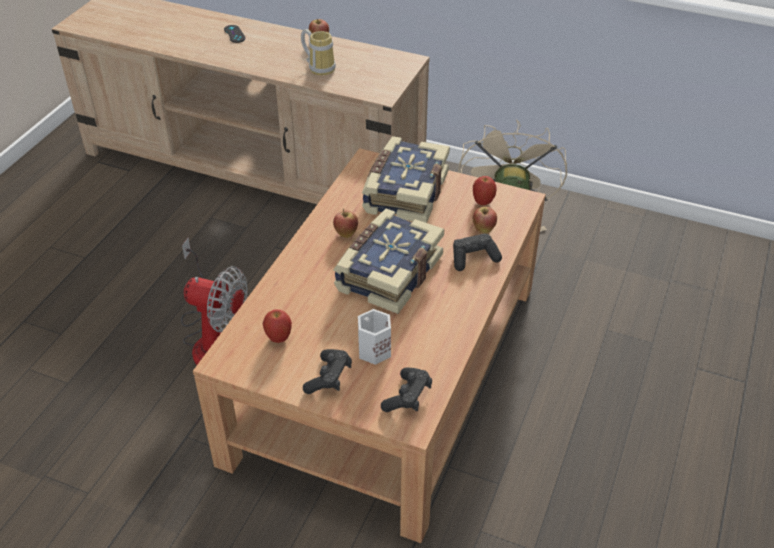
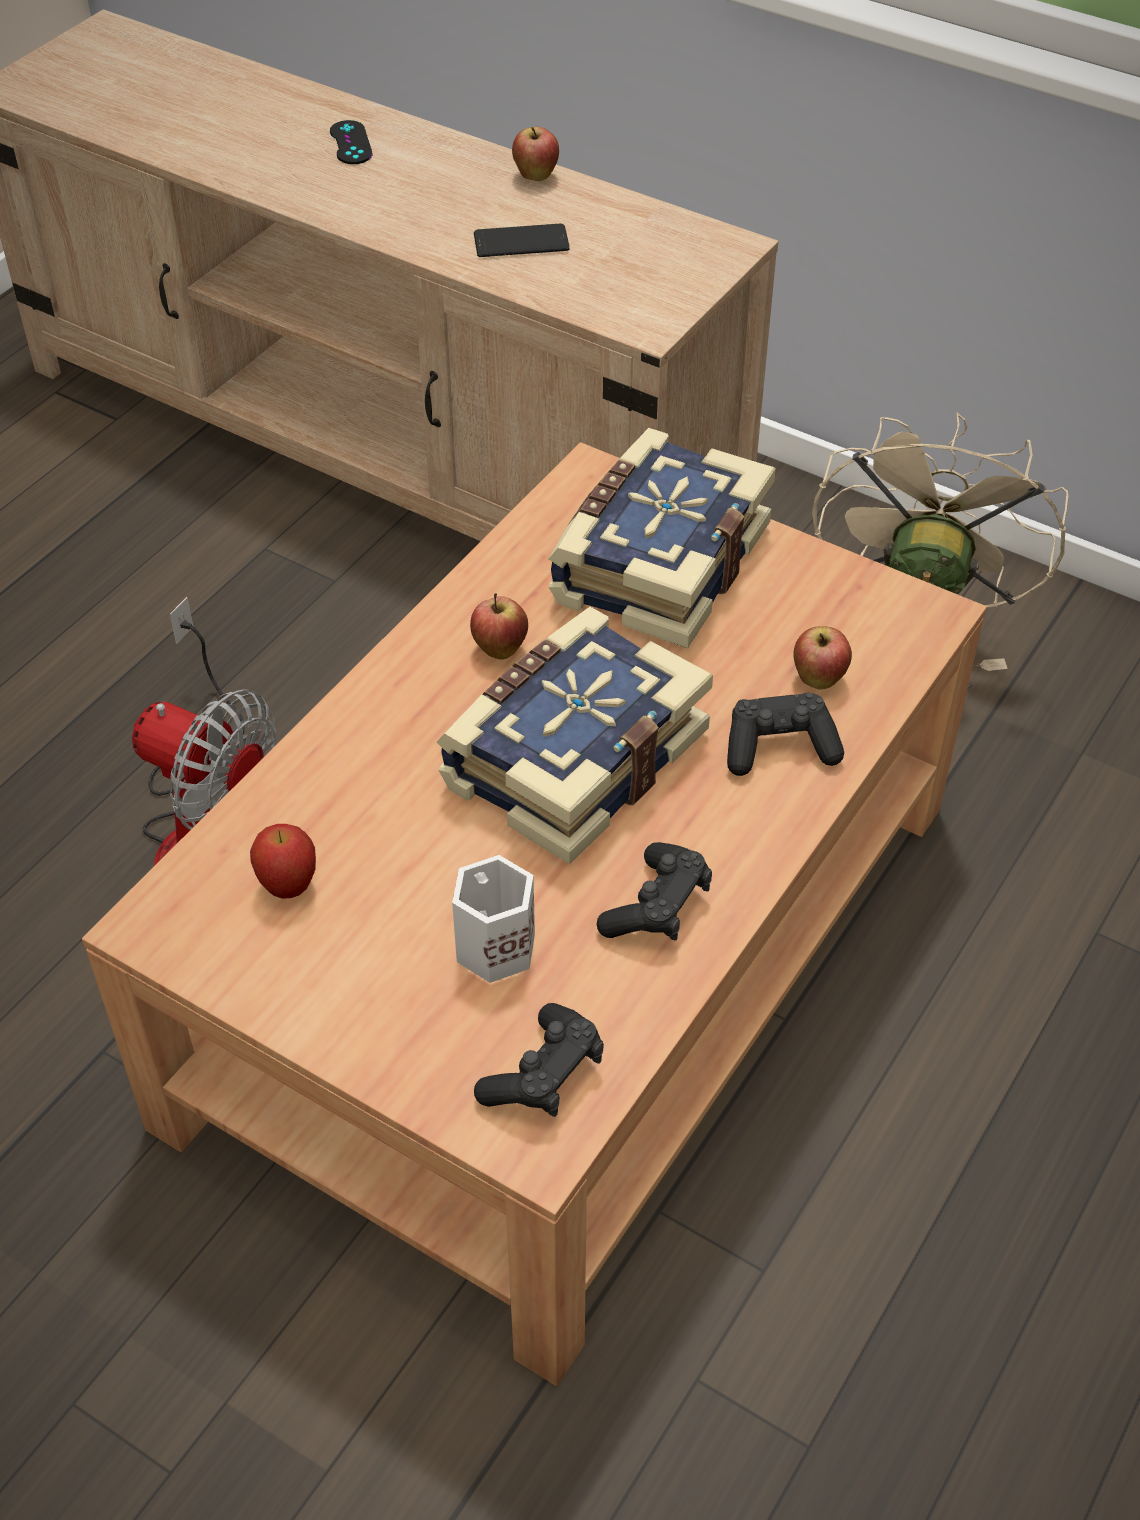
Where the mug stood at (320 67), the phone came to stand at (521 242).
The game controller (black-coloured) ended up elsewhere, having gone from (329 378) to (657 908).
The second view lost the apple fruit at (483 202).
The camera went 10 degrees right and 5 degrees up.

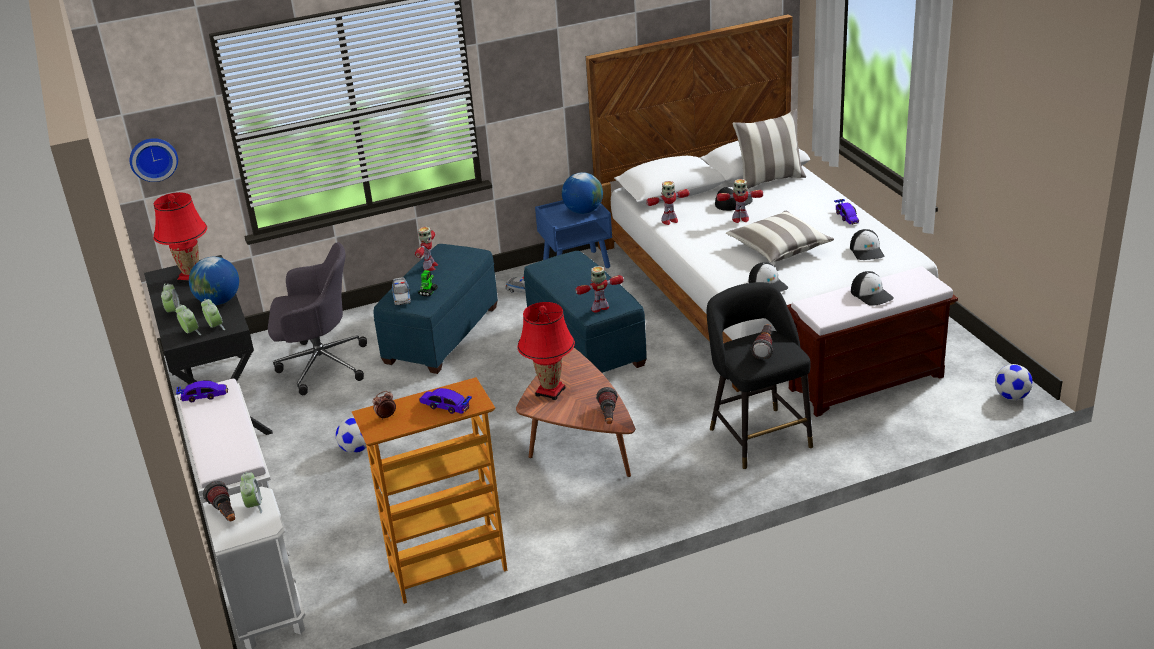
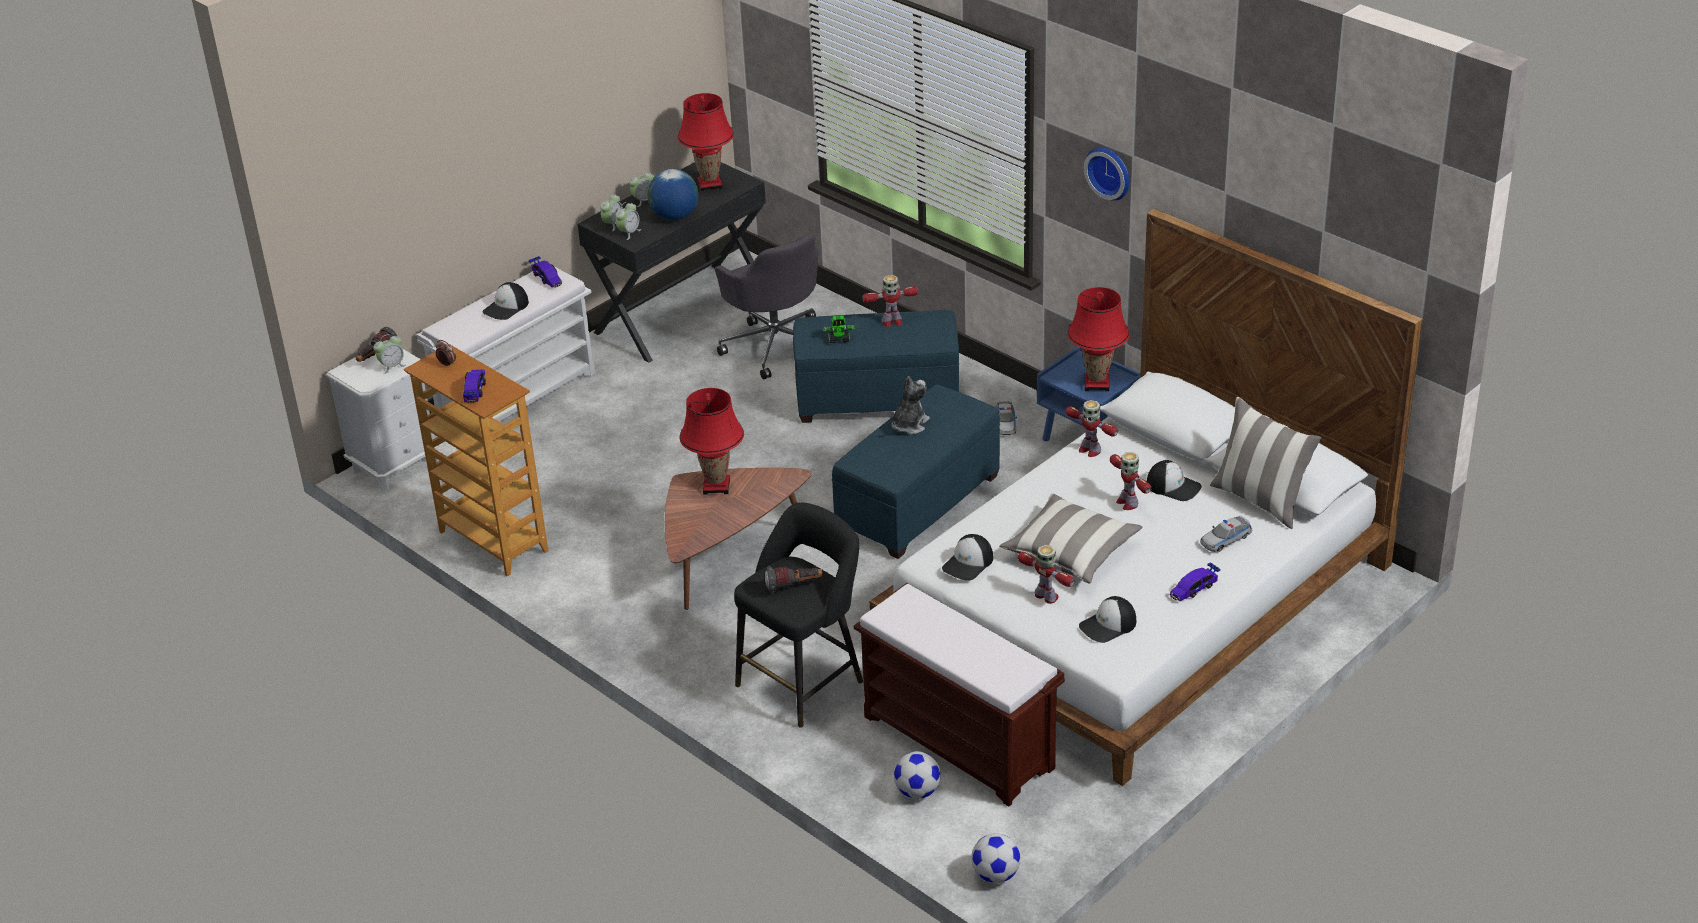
The wall clock ended up elsewhere, having gone from (153 158) to (1110 171).
The football ended up elsewhere, having gone from (356 449) to (918 791).
The model car ended up elsewhere, having gone from (401 296) to (1225 539).
Where the world globe stood at (583 211), the table lamp (red) came to stand at (1097 384).
The robot figure ended up elsewhere, having gone from (600 308) to (1046 597).
The second view lost the flashlight at (608 417).
The baseball cap ended up elsewhere, having gone from (871 294) to (506 307).
The second view gained the cuddly toy at (909 425).
The camera went 65 degrees right and 5 degrees up.

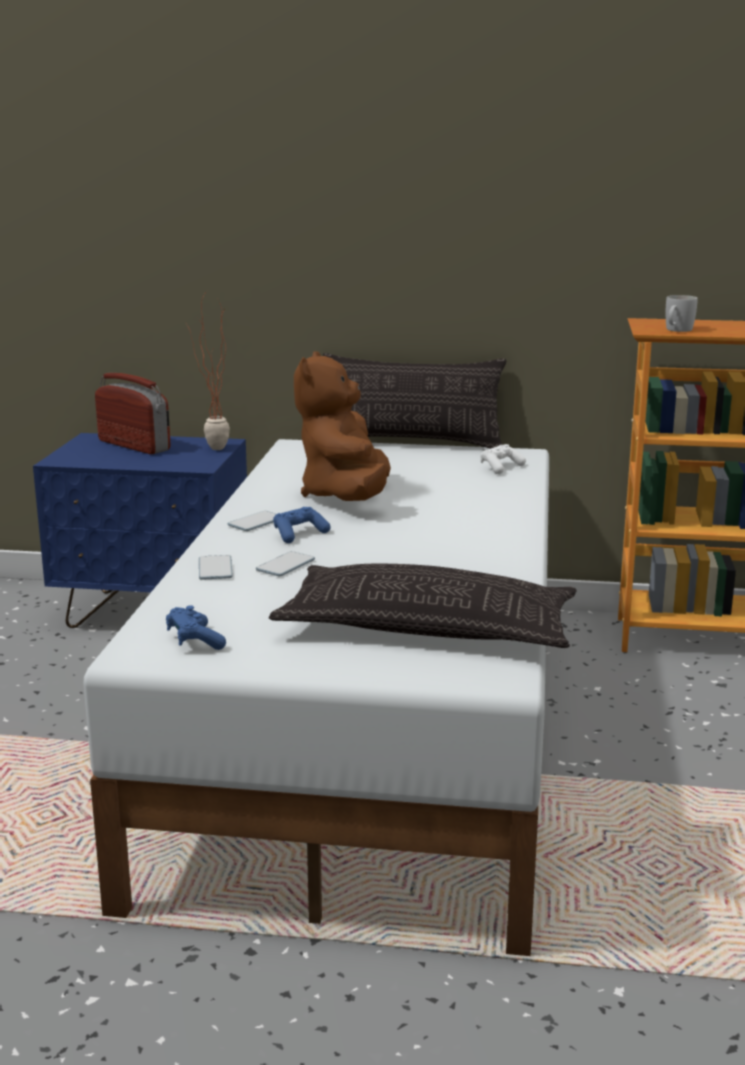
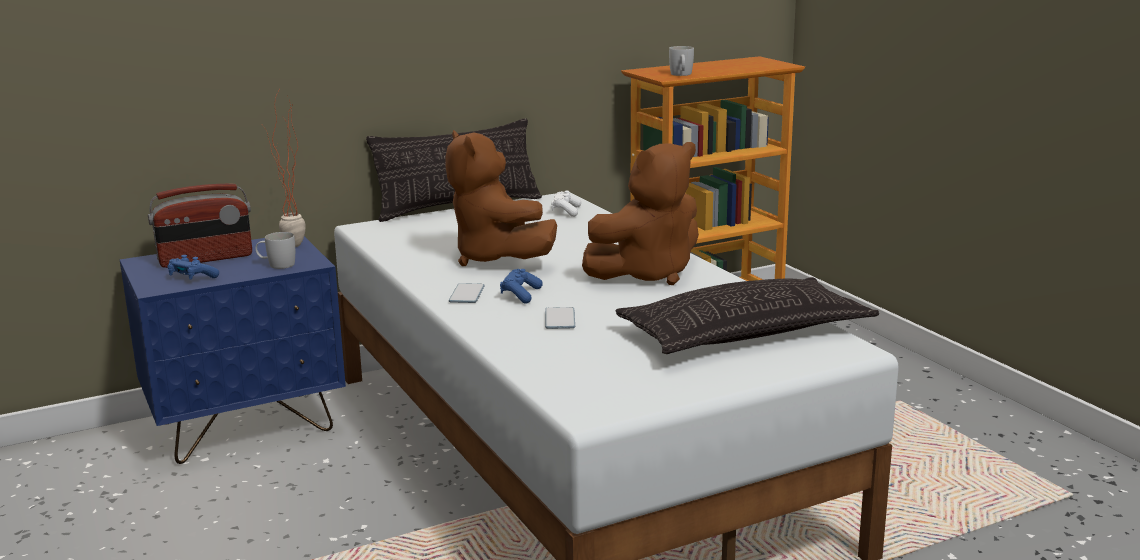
The radio receiver at (134 445) ended up facing another way, 150 degrees clockwise from before.
The game controller (blue-coloured) ended up elsewhere, having gone from (194 641) to (192 278).
The second view lost the phone at (215 569).
The second view gained the mug (white) at (276 265).
The second view gained the cuddly toy (brown-coloured) at (647 274).
The camera went 35 degrees left and 0 degrees up.

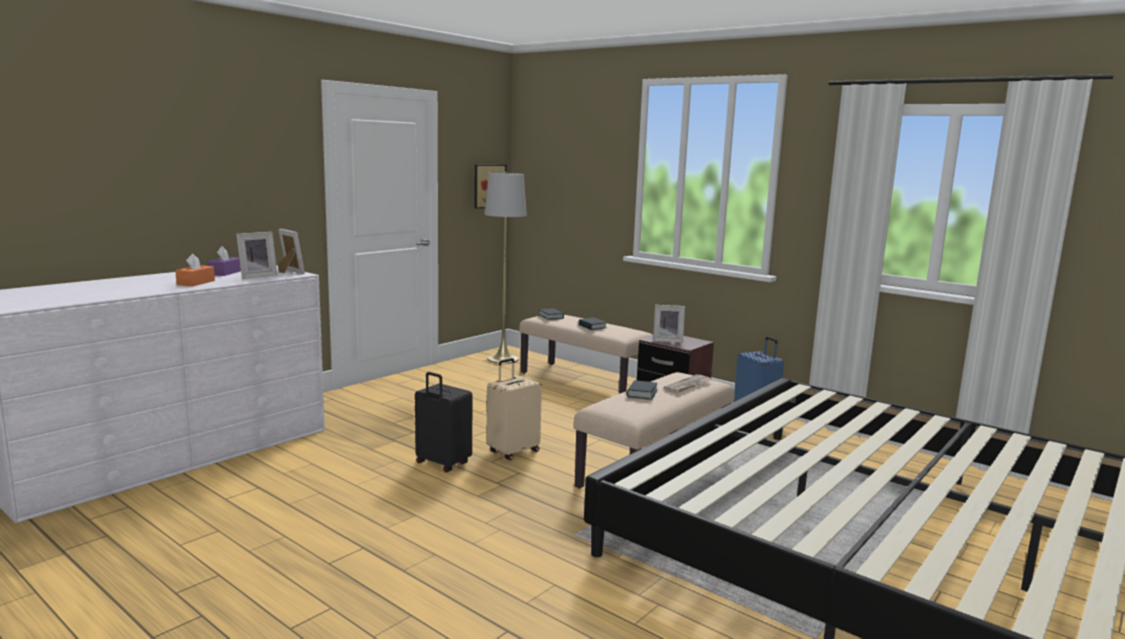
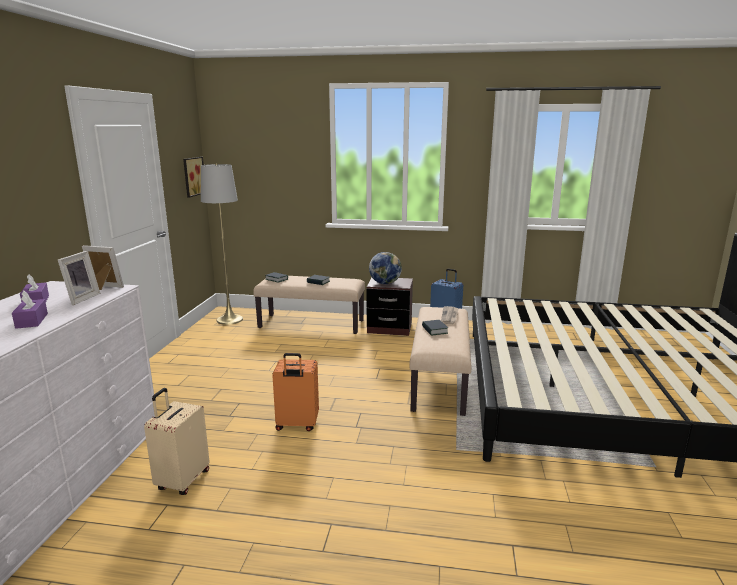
What was the tissue holder (orange-coloured) at (196 283) turned into the tissue holder (purplish) at (32 321).
What was the travel case (black-coloured) at (442 464) turned into the travel case (orange-coloured) at (297 425).
The travel case (beige-coloured) ended up elsewhere, having gone from (513 451) to (182 480).
Where the picture frame stood at (667 340), the world globe came to stand at (385 283).
The camera went 30 degrees left and 5 degrees up.

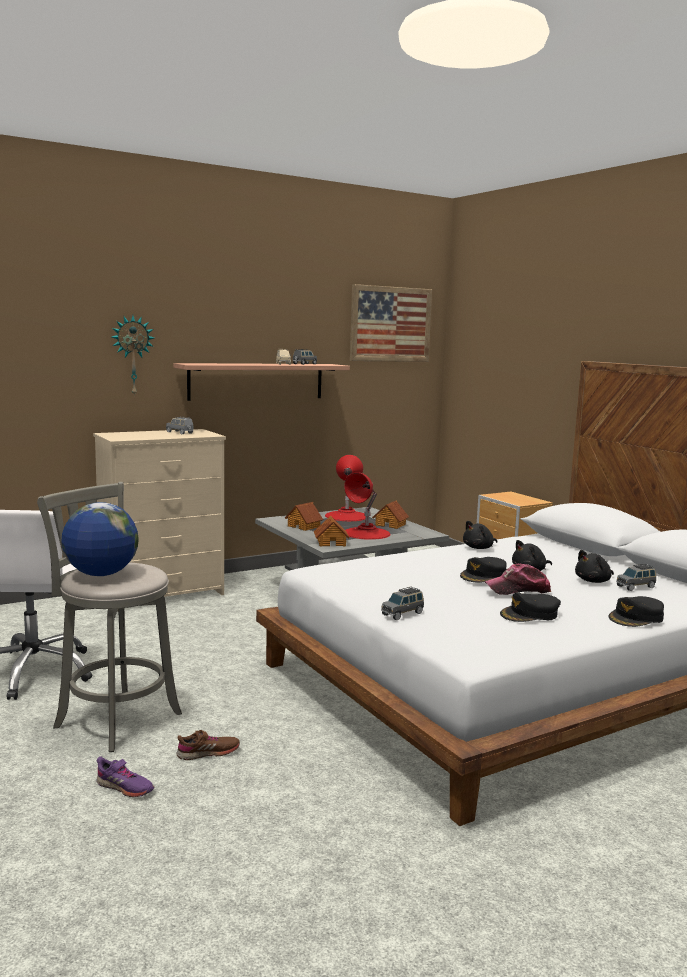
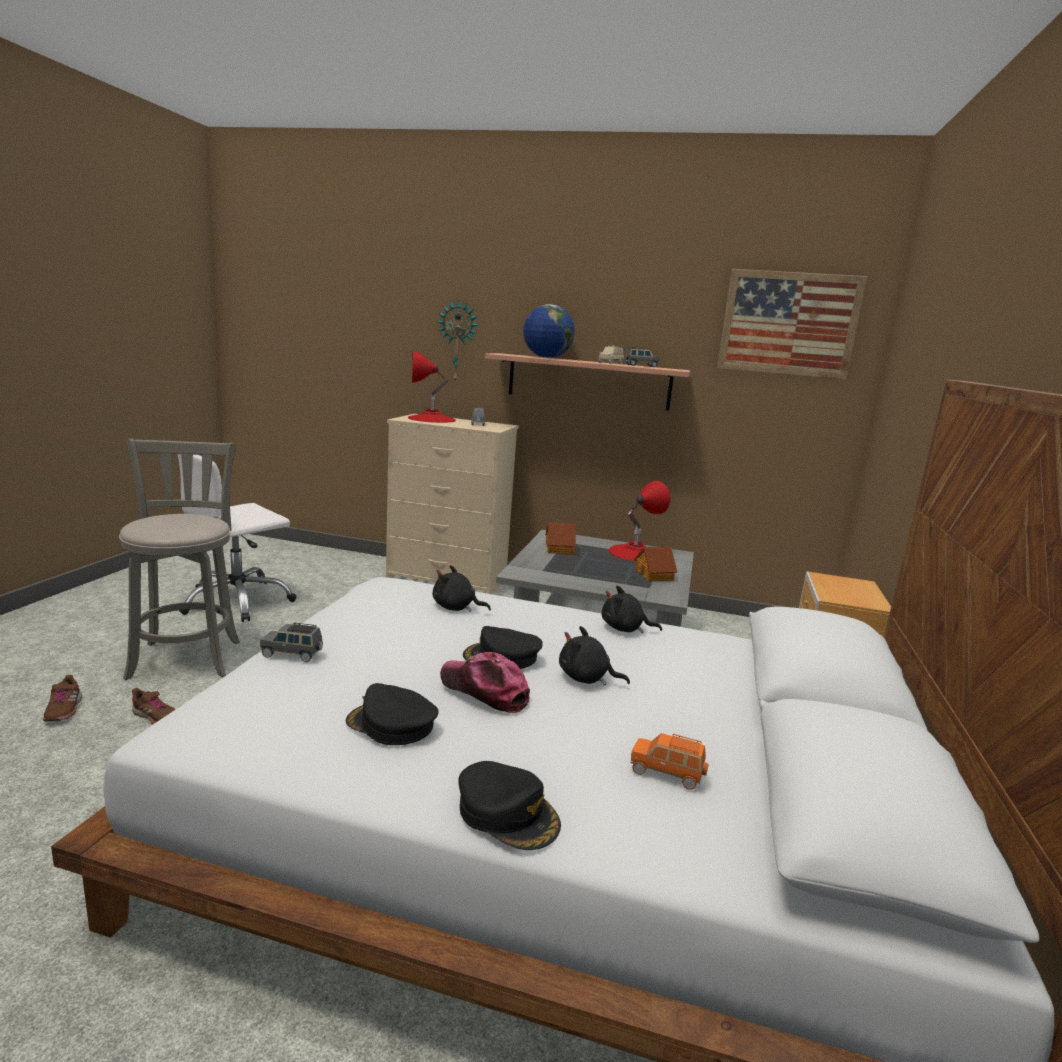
The world globe ended up elsewhere, having gone from (101 574) to (546 357).
What was the item of footwear (purplish) at (124 788) turned into the item of footwear (brown-coloured) at (63 709).
The second view lost the model house at (331 543).
The table lamp (red) ended up elsewhere, having gone from (366 533) to (431 419).
The cuddly toy (black-coloured) ended up elsewhere, having gone from (594 581) to (456 608).
The baseball cap (black-coloured) at (636 618) ended up facing another way, 150 degrees counterclockwise from before.
What was the model car (greyish) at (636 587) turned into the model car (orange-coloured) at (667 773).
The camera went 45 degrees right and 5 degrees up.

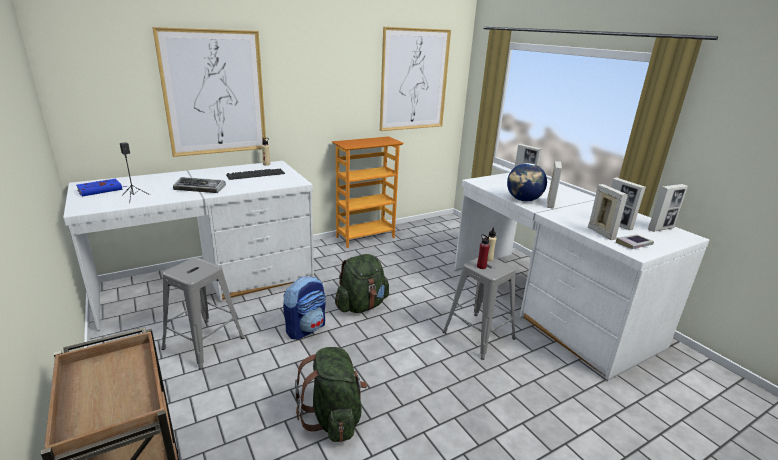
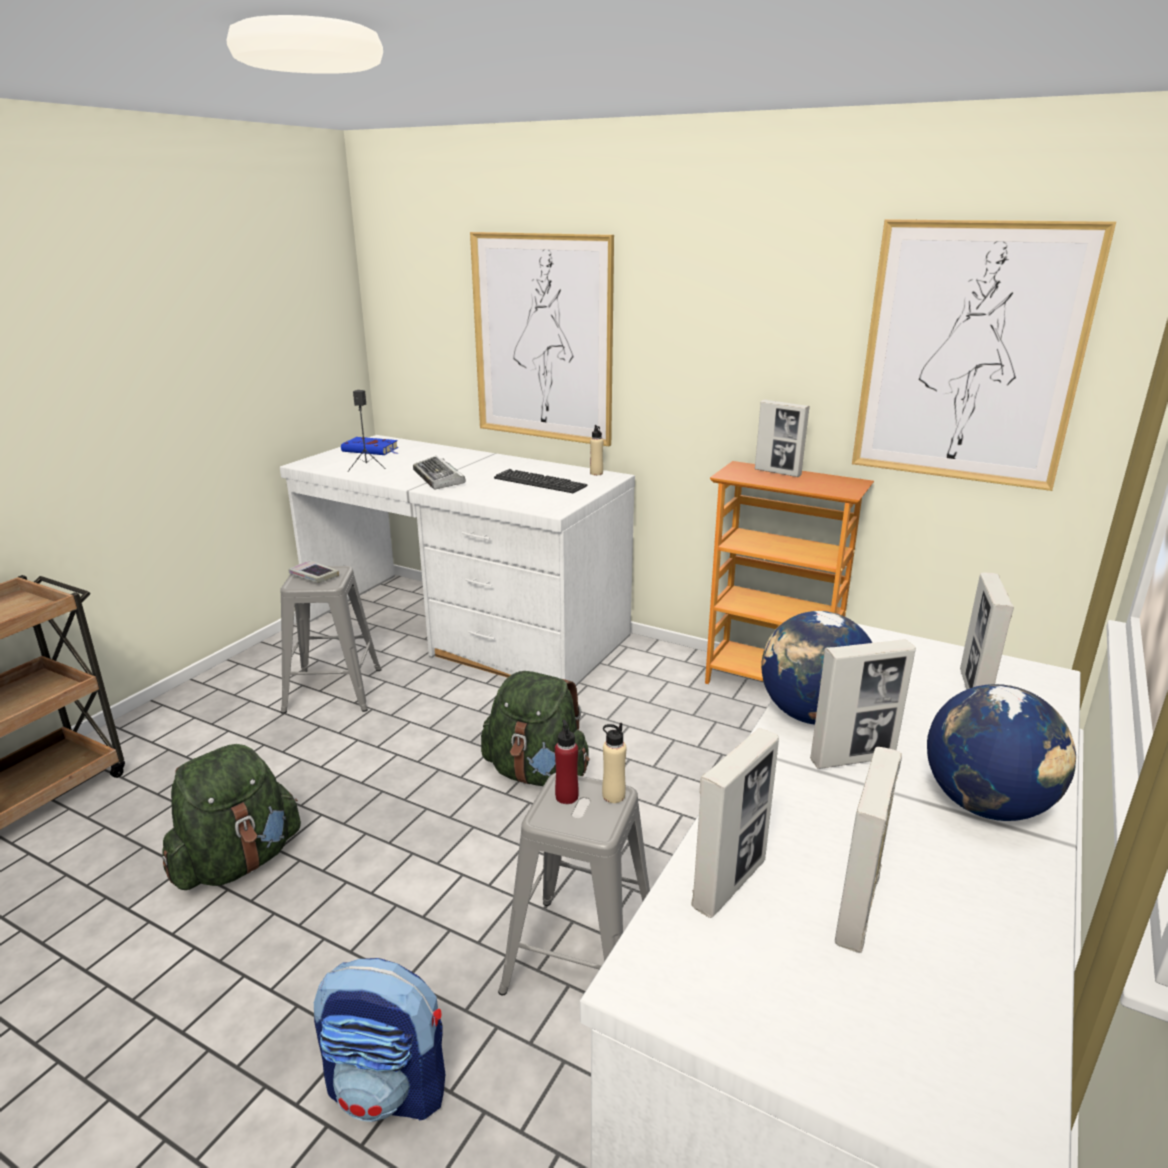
The knapsack ended up elsewhere, having gone from (306 328) to (389 1088).
The book ended up elsewhere, having gone from (634 244) to (314 576).
The picture frame ended up elsewhere, having gone from (660 229) to (778 472).
The second view gained the world globe at (986 805).
The camera went 60 degrees right and 0 degrees up.

